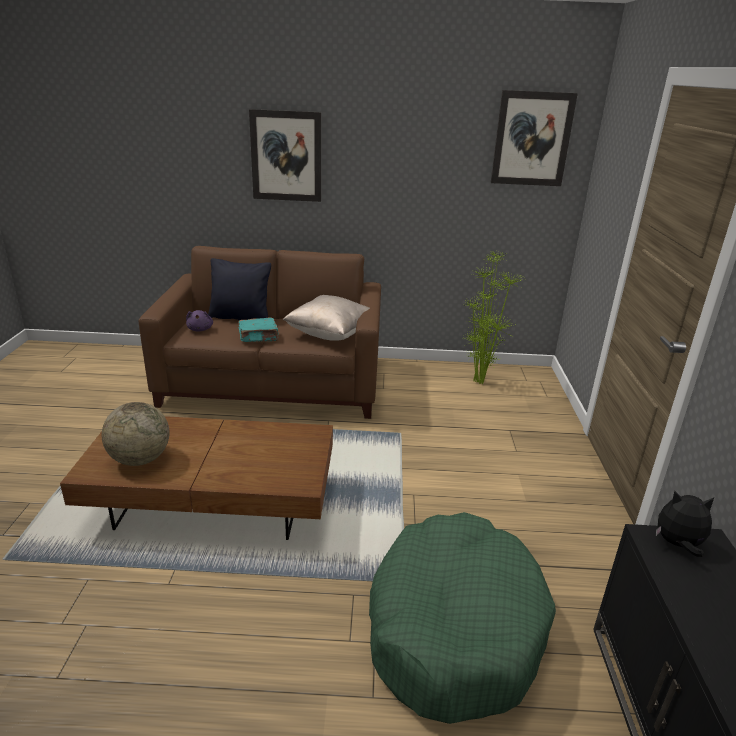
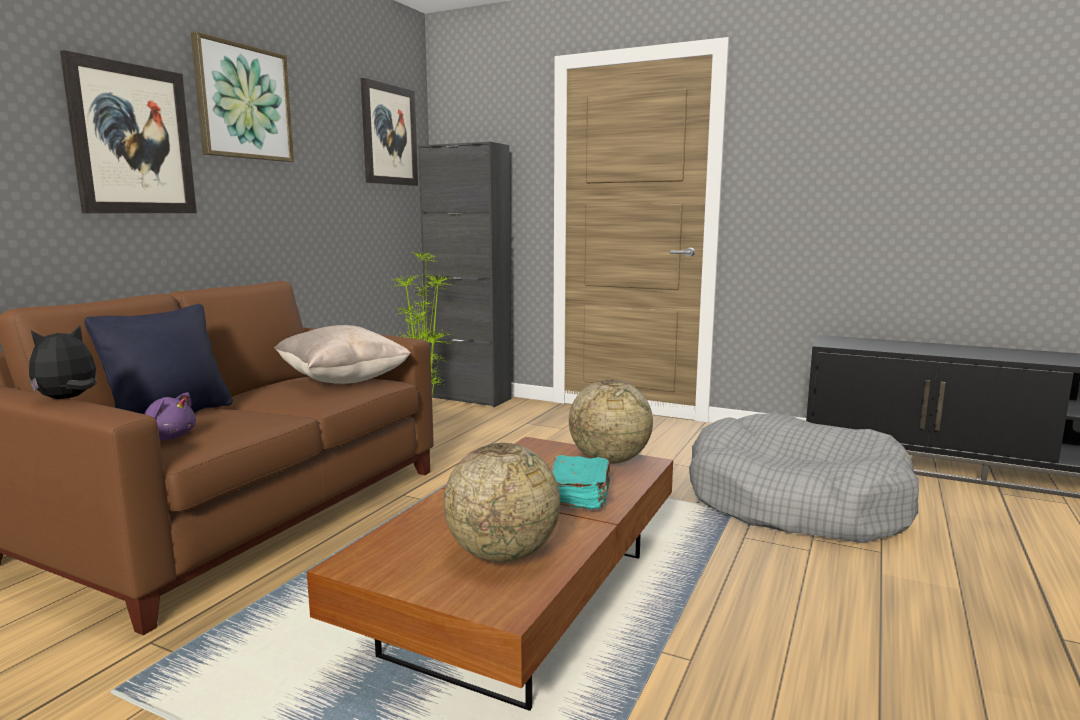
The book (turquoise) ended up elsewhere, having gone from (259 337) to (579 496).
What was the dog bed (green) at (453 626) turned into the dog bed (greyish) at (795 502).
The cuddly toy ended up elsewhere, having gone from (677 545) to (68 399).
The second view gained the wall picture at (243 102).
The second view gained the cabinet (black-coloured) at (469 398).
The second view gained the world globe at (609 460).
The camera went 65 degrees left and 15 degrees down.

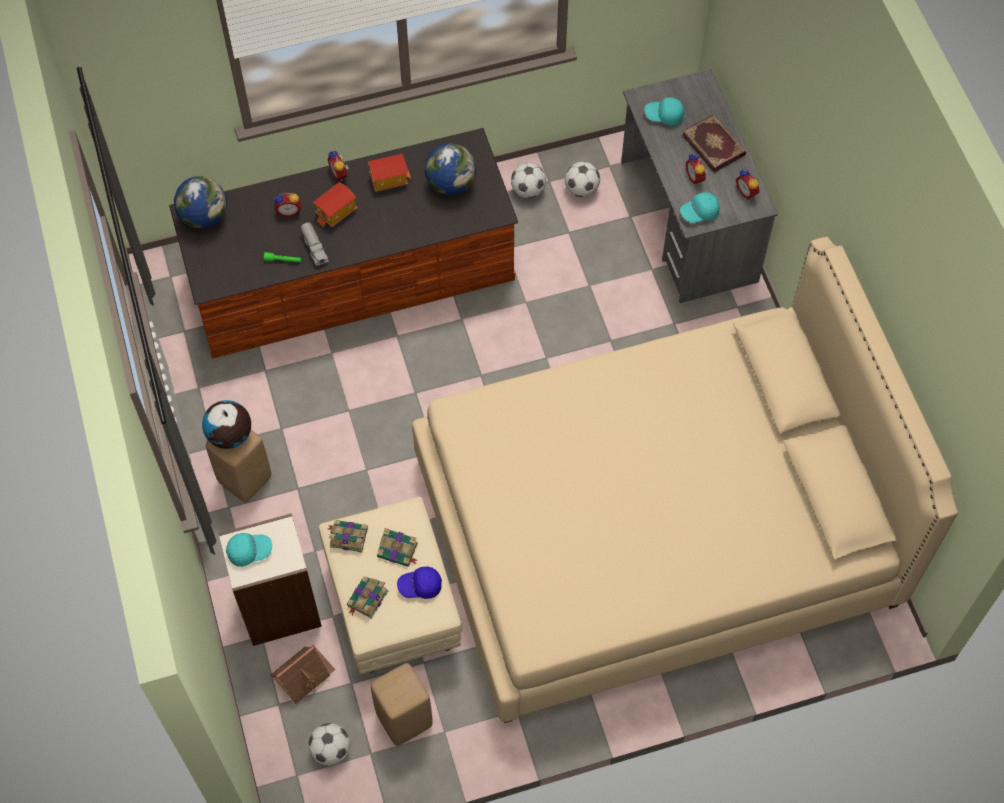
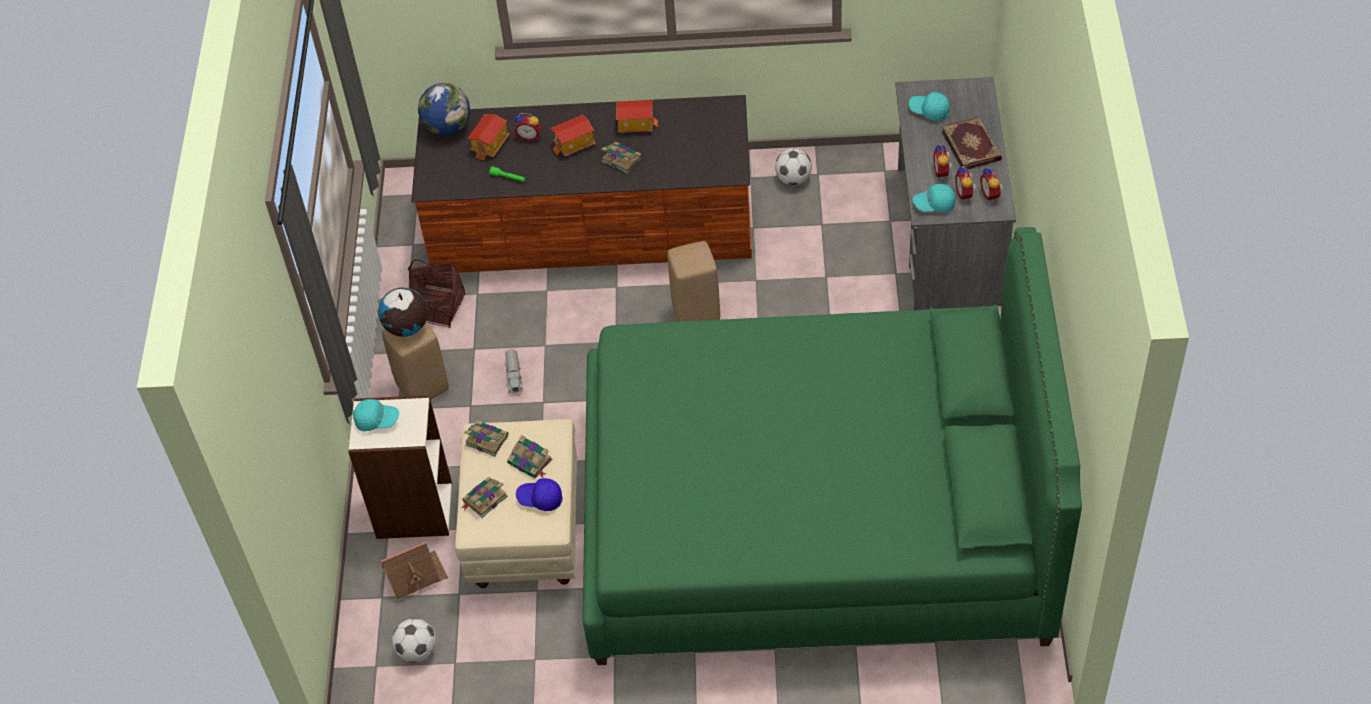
The toy lorry ended up elsewhere, having gone from (315 249) to (515 377).
The bedside clock ended up elsewhere, having gone from (340 174) to (965 194).
The stool seat (beige-coloured) ended up elsewhere, having gone from (404 718) to (696 313).
What was the sleeping bed (beige-coloured) at (654 532) turned into the sleeping bed (green) at (814 519).
The second view lost the world globe at (450 184).
The second view lost the football at (581 189).
The second view gained the basket at (437 307).
The second view gained the model house at (490 145).
The second view gained the book at (621 159).
The camera went 20 degrees right and 10 degrees down.

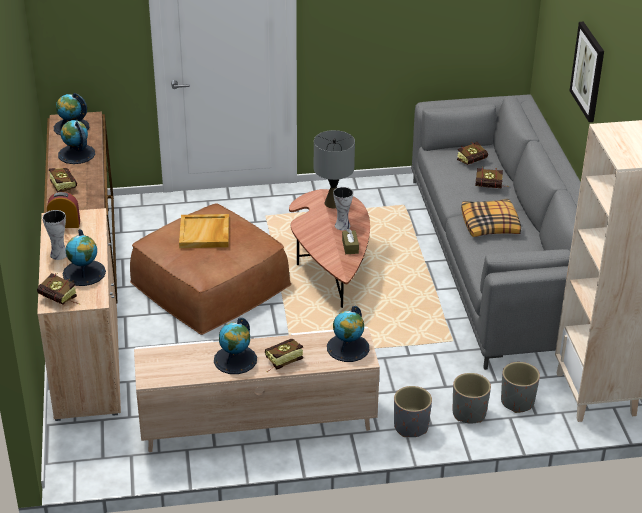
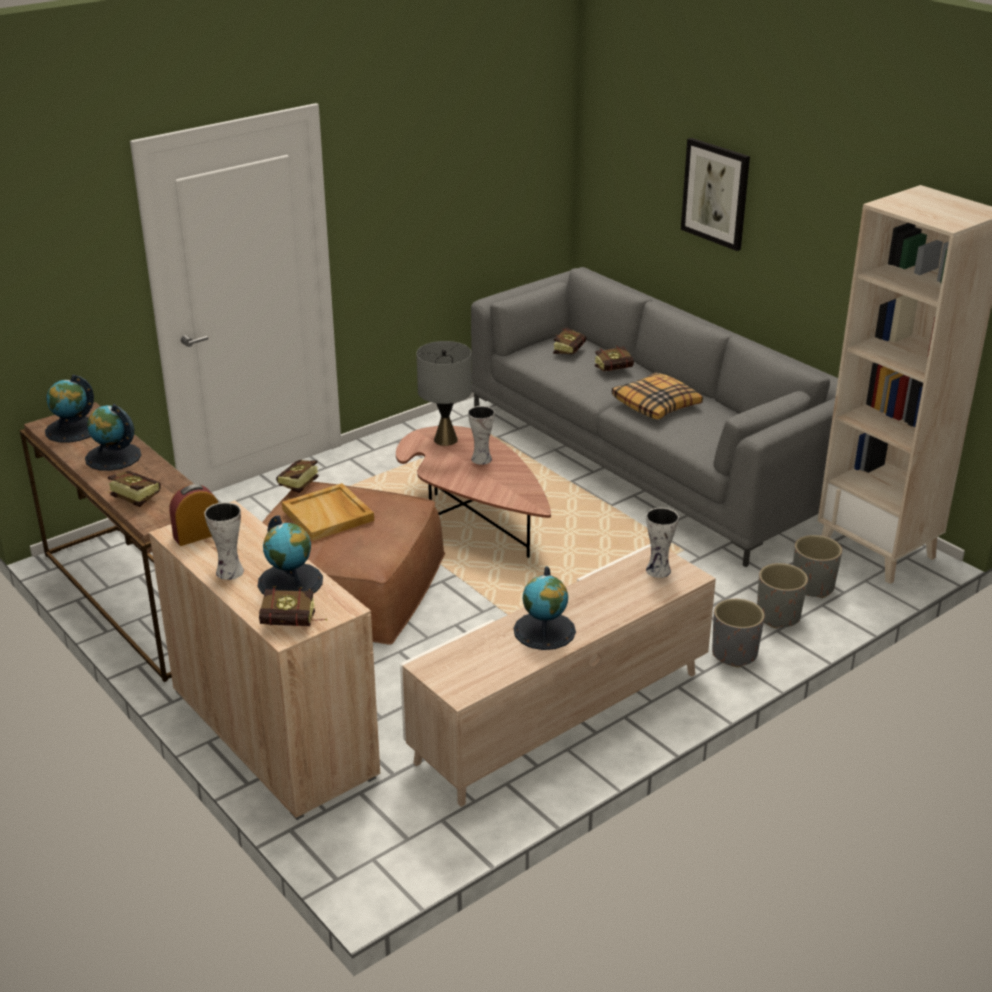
The book ended up elsewhere, having gone from (280 362) to (296 487).
Where the world globe stood at (348 348), the flower vase came to stand at (659 571).
The second view lost the tissue holder (brown-coloured) at (350 246).
The camera went 30 degrees left and 5 degrees down.

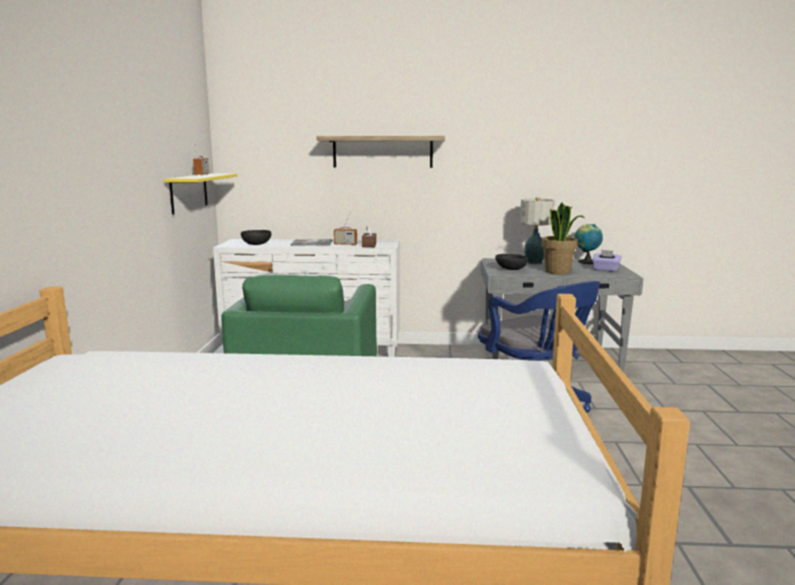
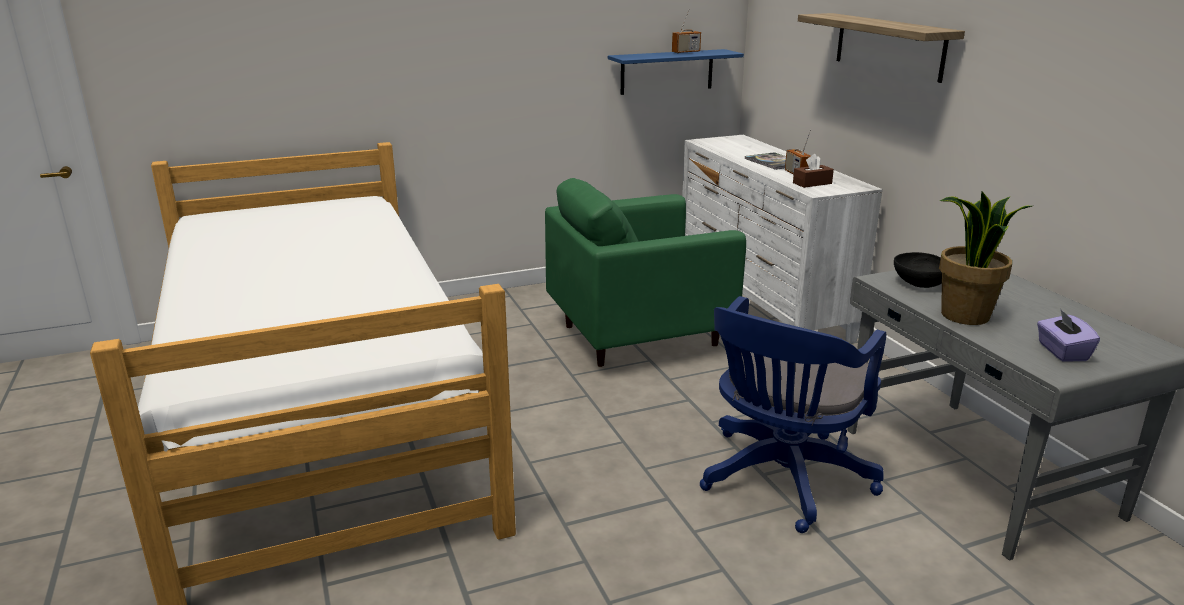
What was the wall shelf (yellow) at (189 192) turned into the wall shelf (blue-coloured) at (667 71).
The second view lost the deep dish (black-coloured) at (256 244).
The second view lost the table lamp at (534 262).
The second view lost the world globe at (586 262).
The camera went 65 degrees right and 10 degrees up.

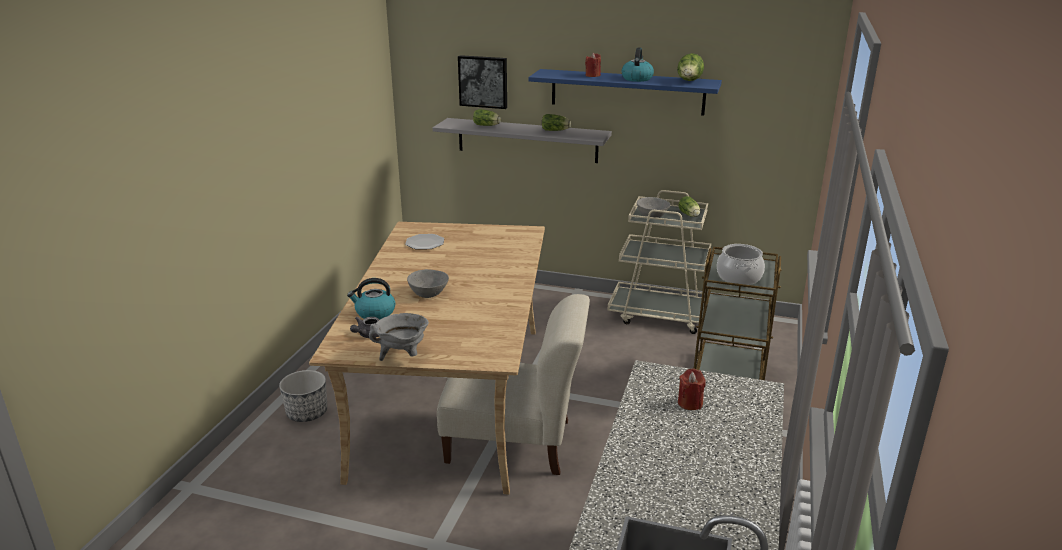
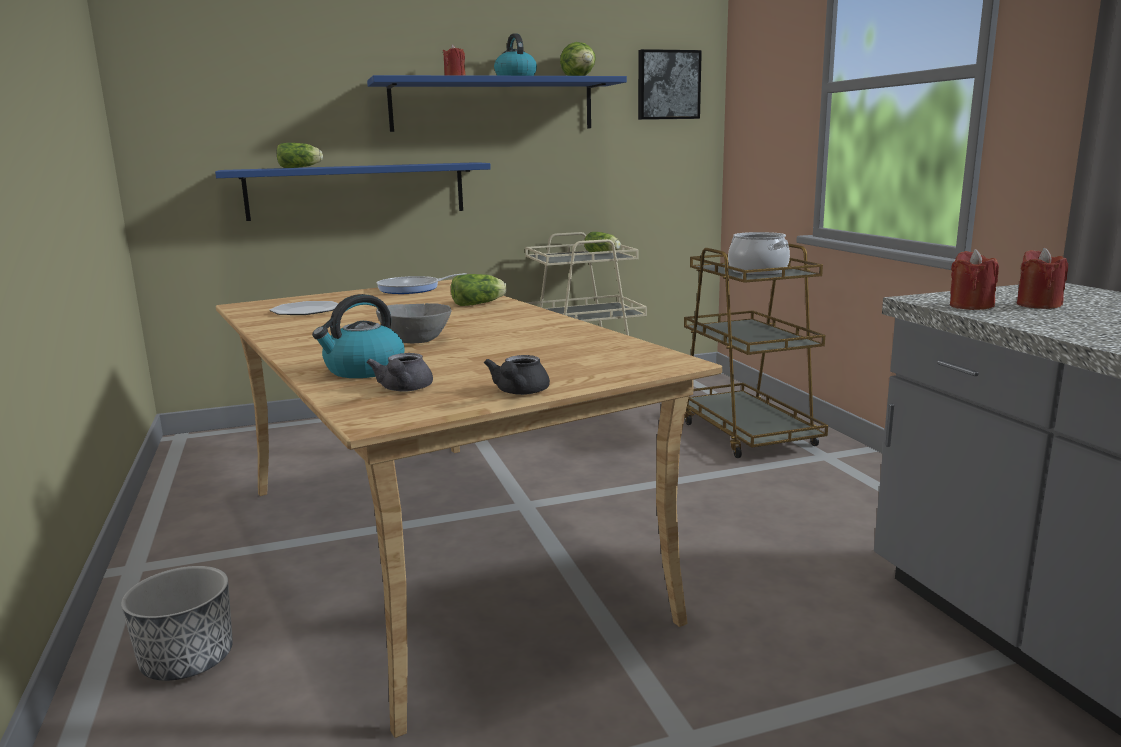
Where the saucepot (greyish) stood at (403 356), the tea pot (black-coloured) came to stand at (519 392).
What was the wall shelf (greyish) at (527 140) turned into the wall shelf (blue-coloured) at (356 191).
The second view lost the chair (beige-coloured) at (514 443).
The wall picture ended up elsewhere, having gone from (483 81) to (668 85).
The lettuce head ended up elsewhere, having gone from (556 130) to (480 304).
The second view lost the deep dish (greyish) at (652 216).
The second view gained the pan at (412 289).
The second view gained the wax candle (red) at (970 306).
The camera went 35 degrees left and 10 degrees down.

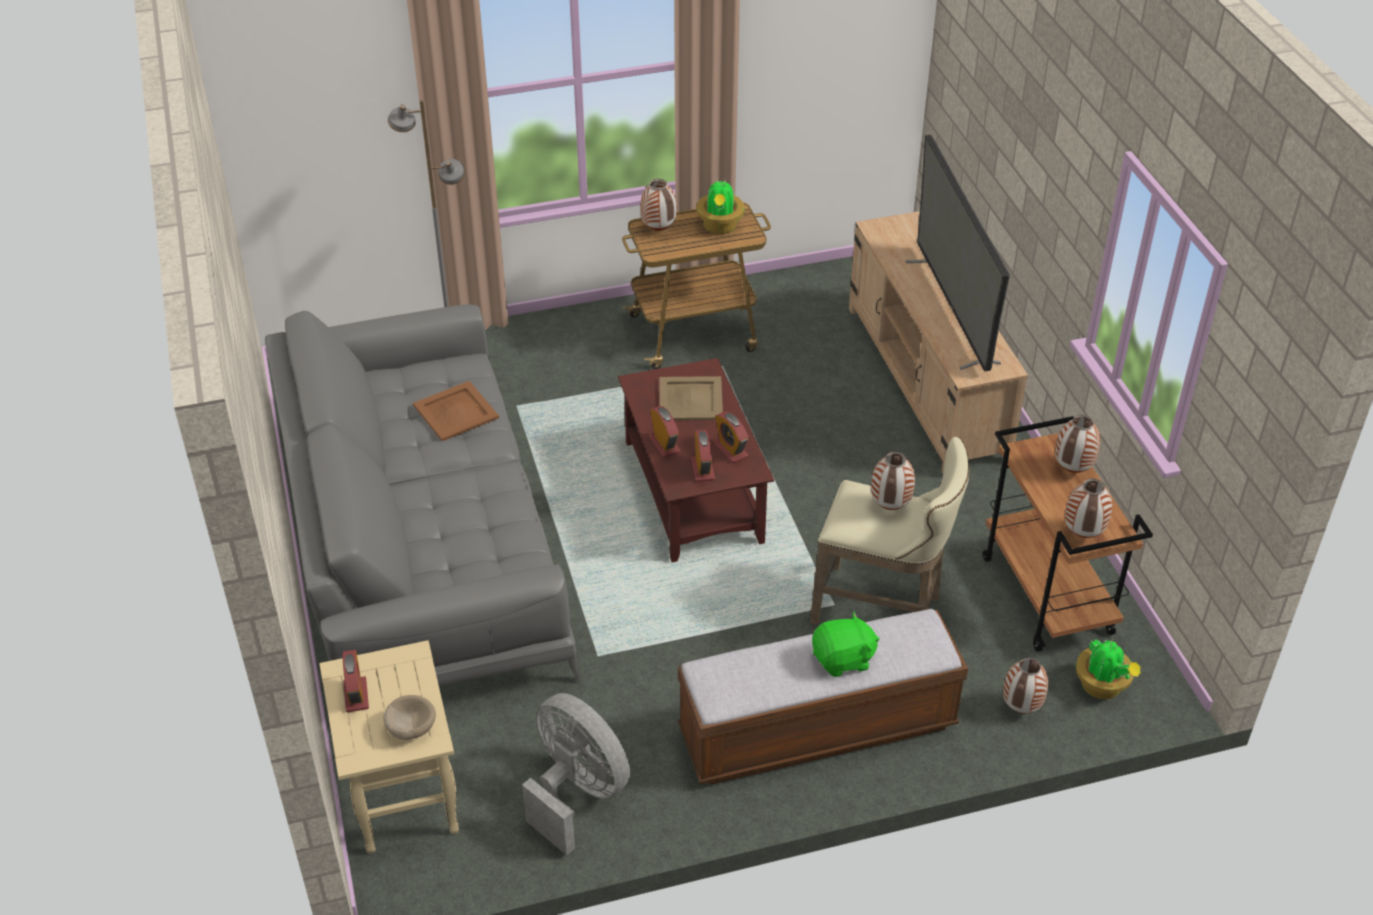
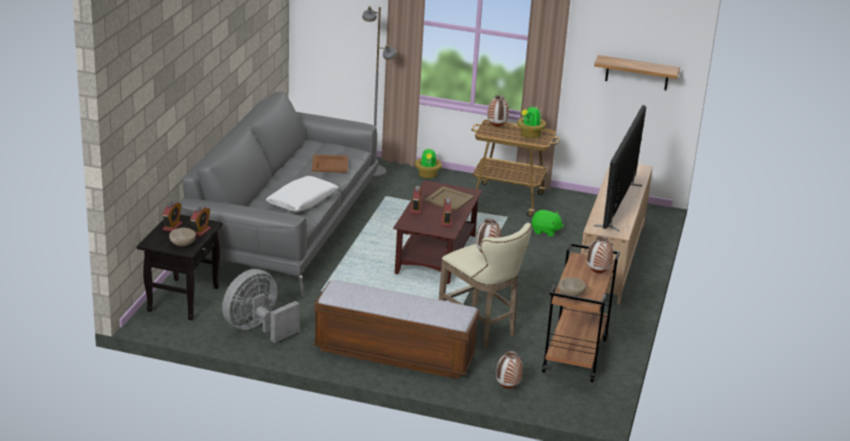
What was the accent table (beige-coloured) at (401 792) turned into the accent table (black-coloured) at (183 299).
The electric fan (greyish) at (577 793) ended up facing another way, 120 degrees counterclockwise from before.
The bedside clock ended up elsewhere, having gone from (702 469) to (200 231).
The cuddly toy (green) ended up elsewhere, having gone from (843 660) to (545 231).
Where the flower vase stood at (1082 534), the deep dish (beige-coloured) came to stand at (570 294).
The potted plant ended up elsewhere, having gone from (1102 687) to (427 175).
The second view gained the cushion (white) at (302 201).
The second view gained the wall shelf at (637 73).
The camera went 30 degrees right and 15 degrees down.

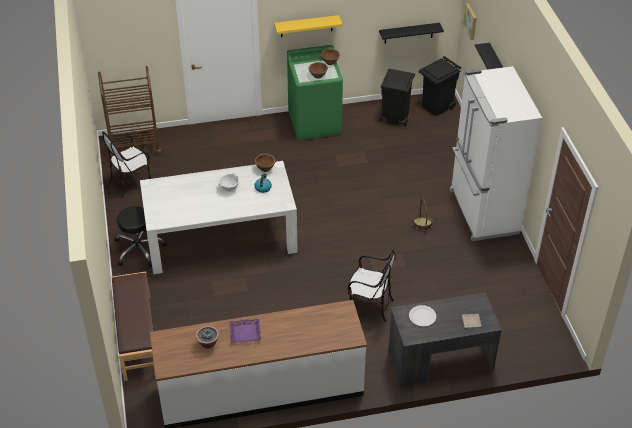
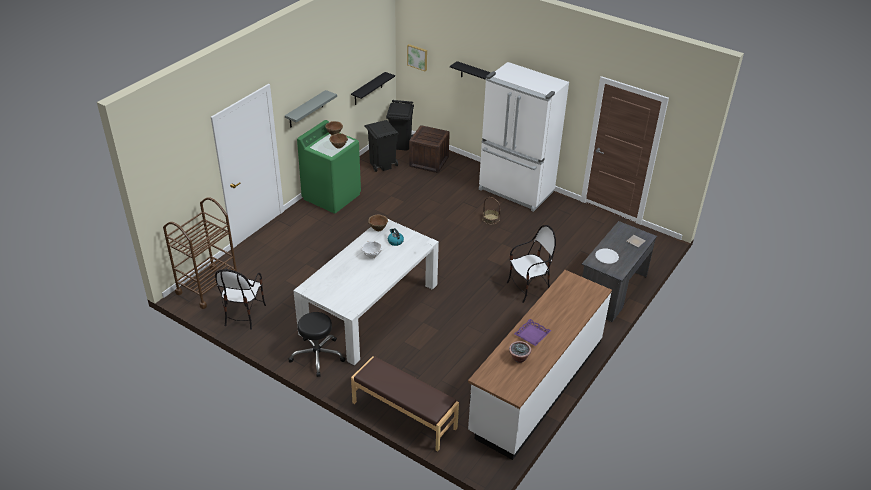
What was the wall shelf (yellow) at (306 26) turned into the wall shelf (greyish) at (306 109).
The second view gained the crate at (429 162).
The camera went 45 degrees left and 5 degrees down.

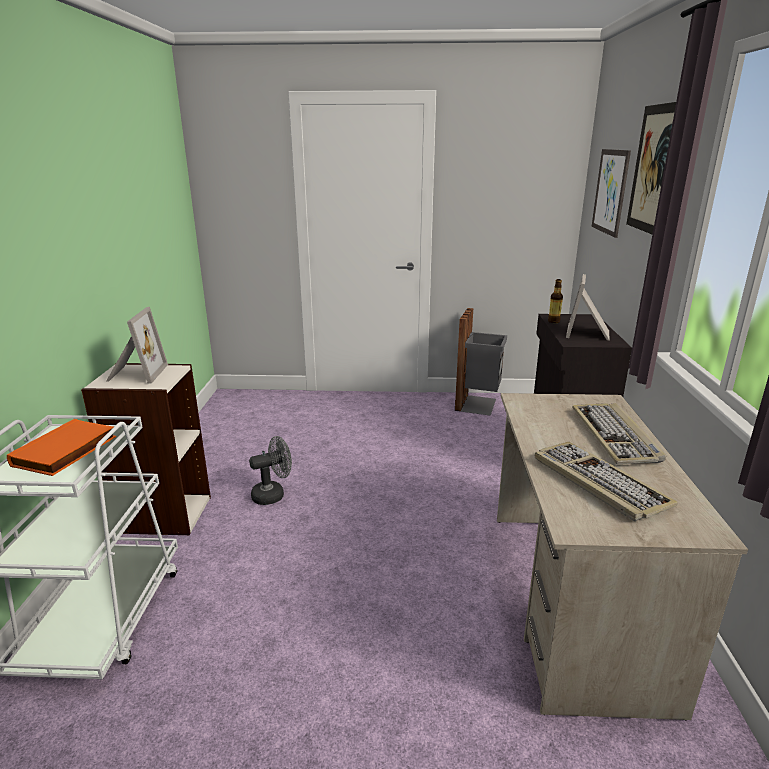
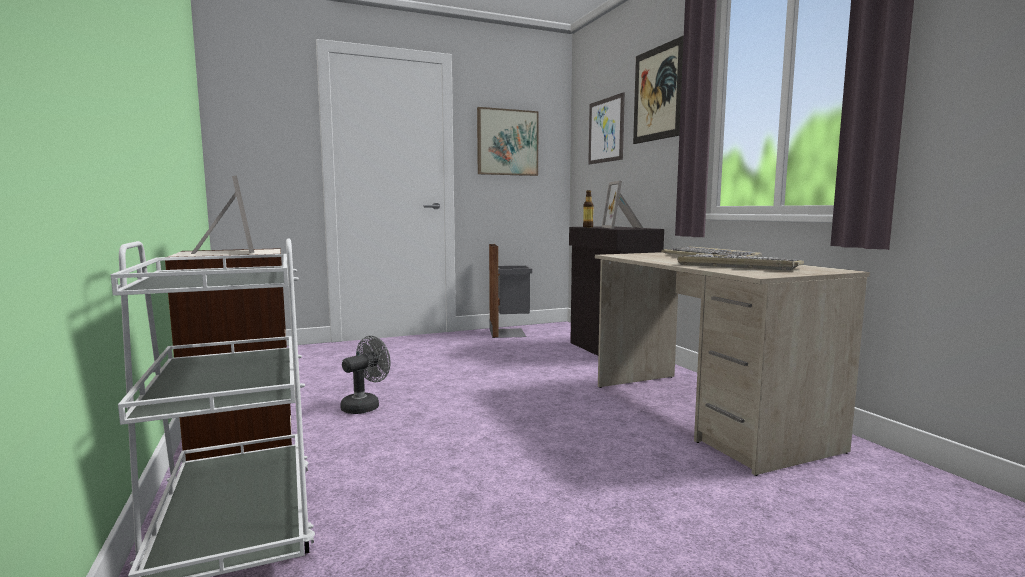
The second view lost the book (orange-coloured) at (66 452).
The second view gained the wall picture at (507 142).
The camera went 25 degrees left and 15 degrees down.

